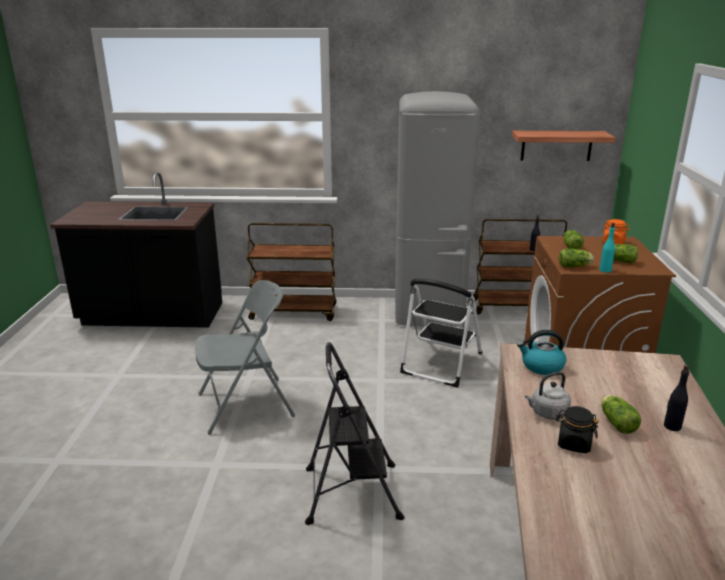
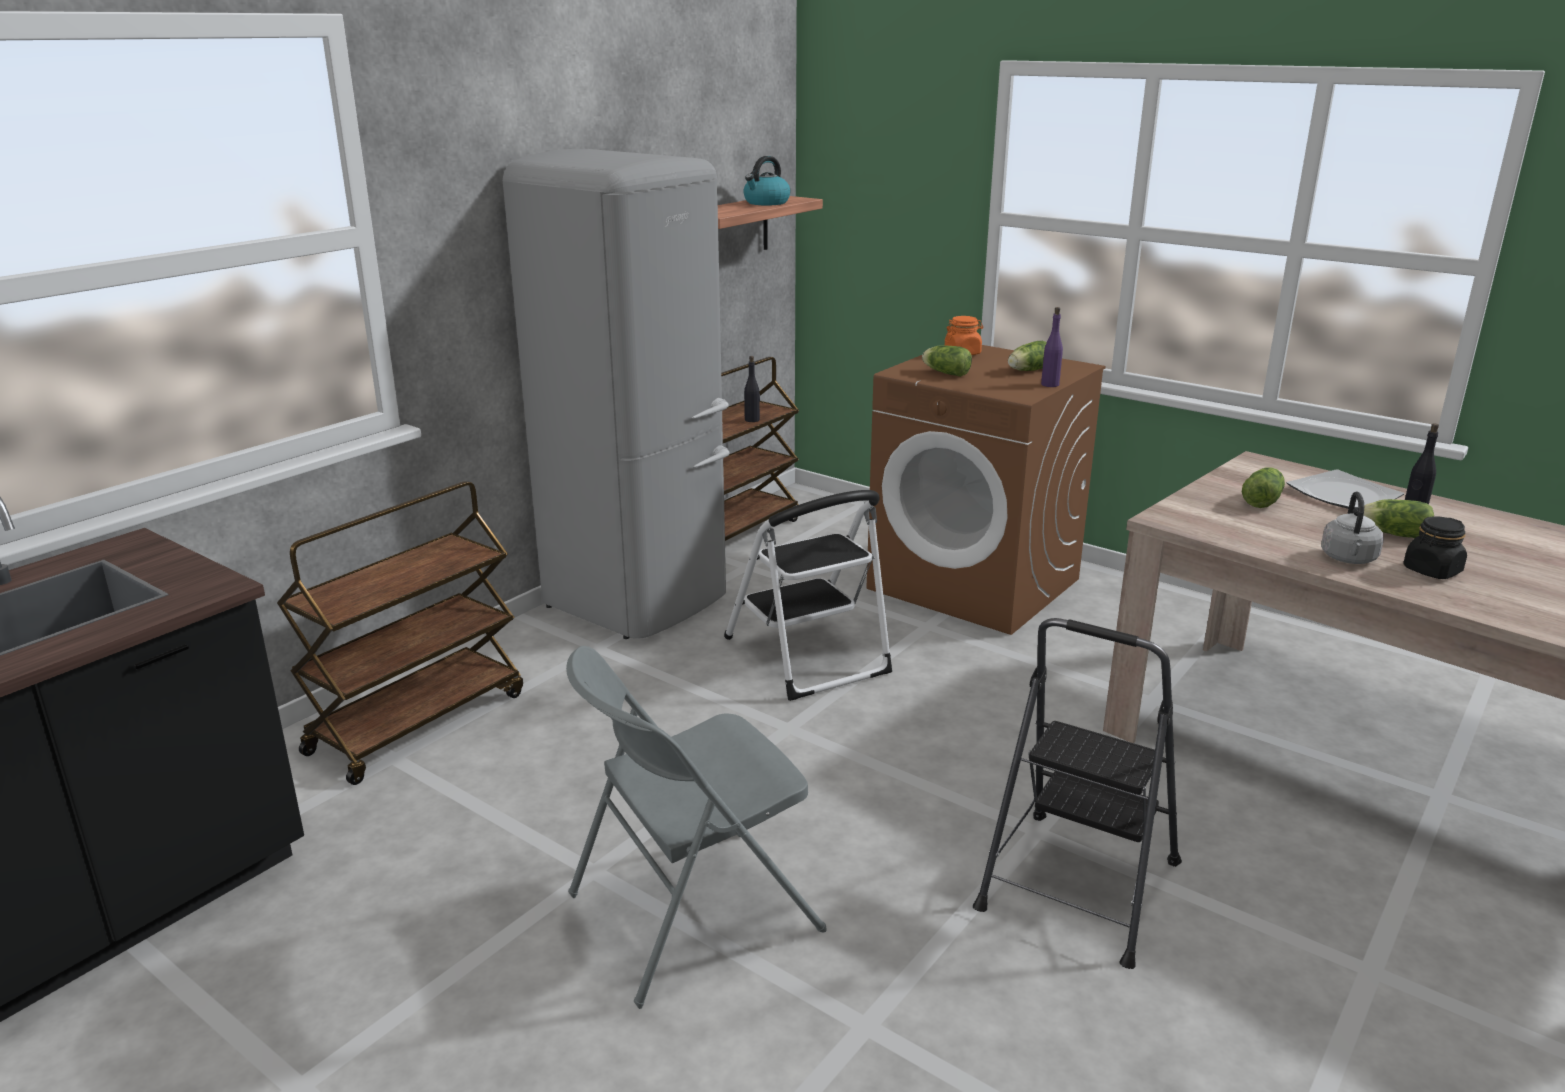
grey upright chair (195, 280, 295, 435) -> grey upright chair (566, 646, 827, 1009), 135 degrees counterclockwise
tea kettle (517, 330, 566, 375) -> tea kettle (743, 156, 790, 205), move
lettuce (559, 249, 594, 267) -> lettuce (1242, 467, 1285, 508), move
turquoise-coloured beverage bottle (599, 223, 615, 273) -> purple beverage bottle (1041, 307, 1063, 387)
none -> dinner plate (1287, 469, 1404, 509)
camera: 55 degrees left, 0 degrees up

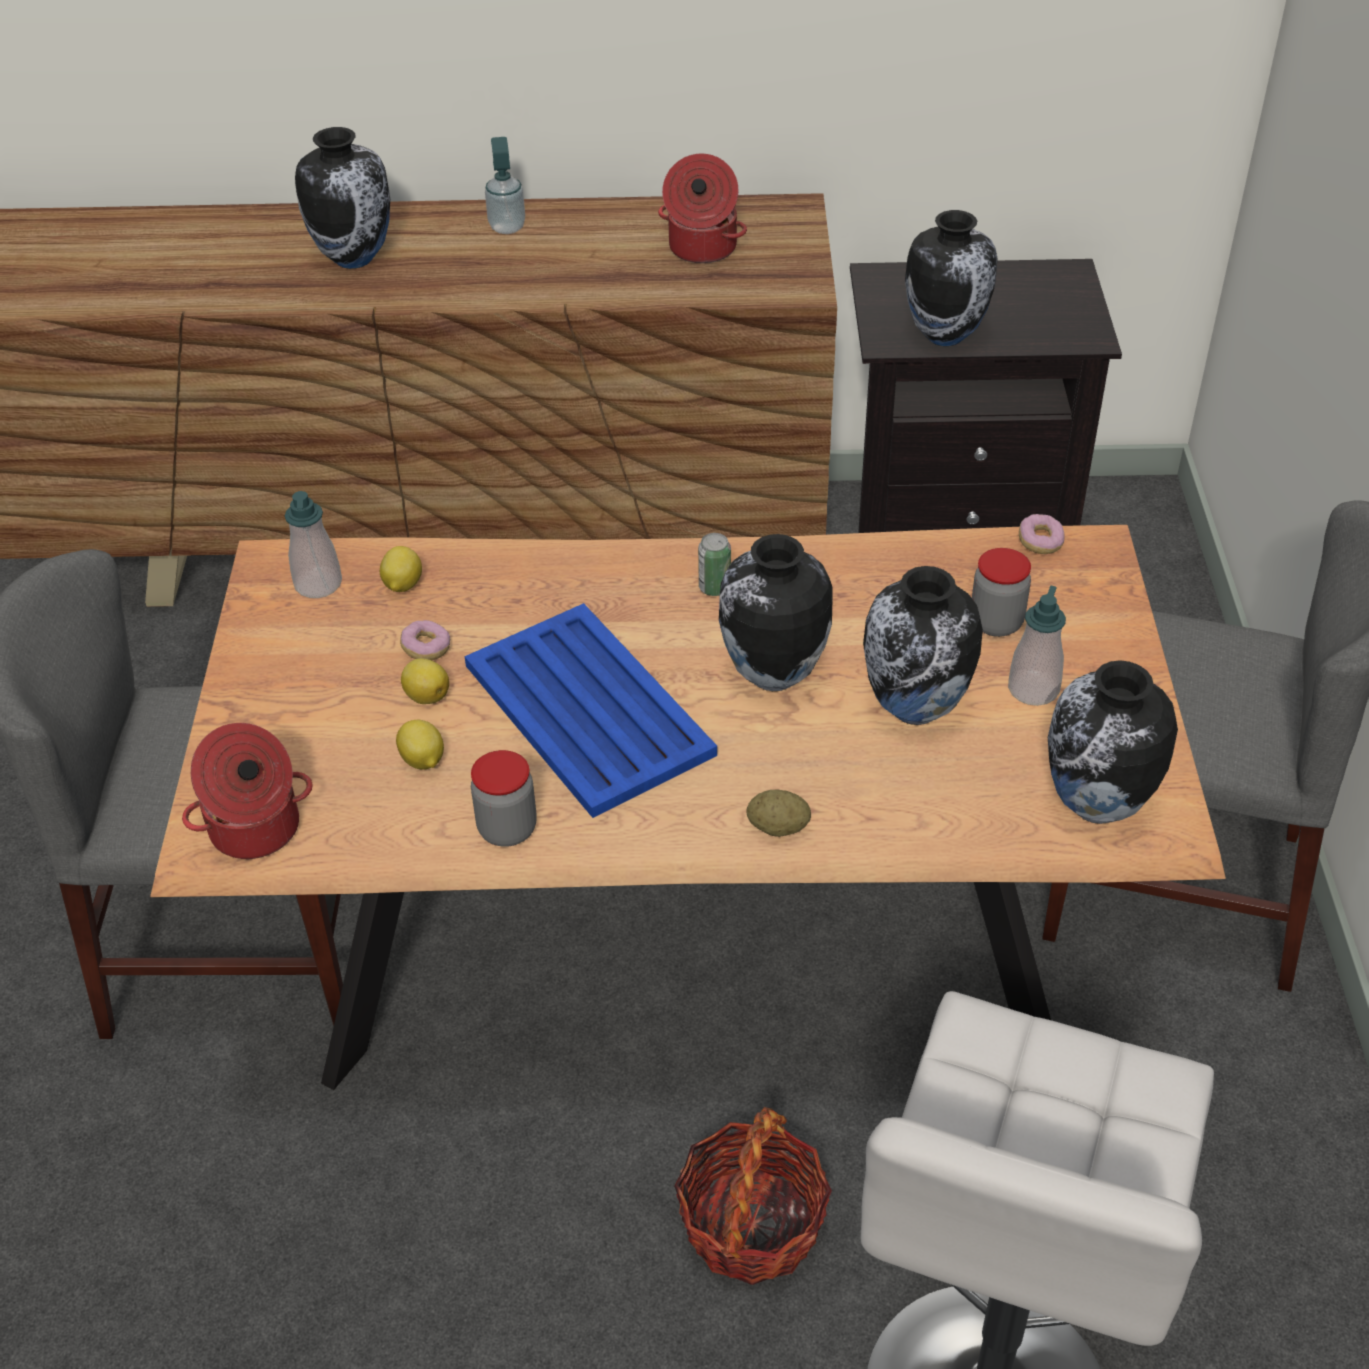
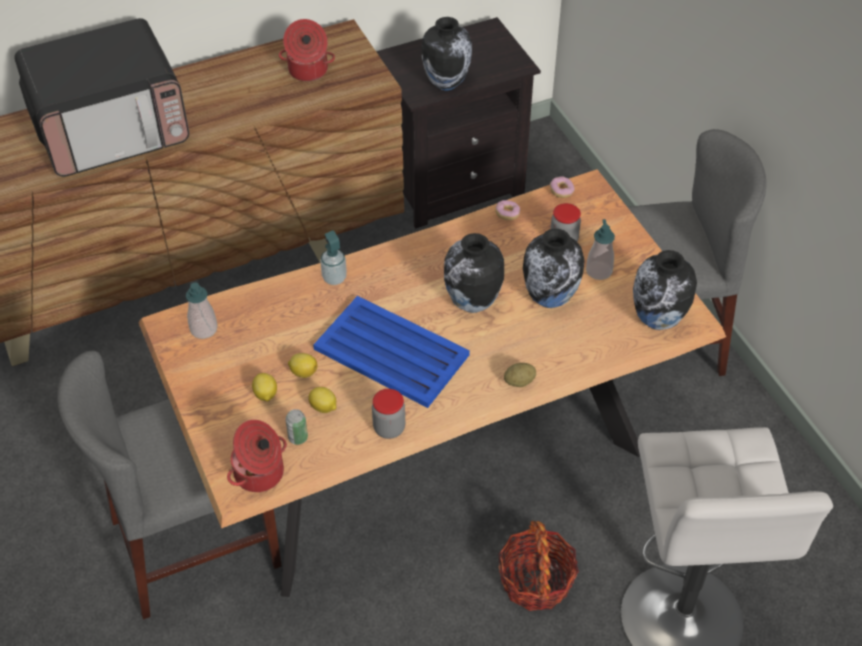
vase (295, 127, 390, 269) -> microwave (14, 18, 190, 177)
whole lemon (380, 546, 422, 592) -> whole lemon (252, 373, 277, 402), move
doughnut (400, 620, 450, 660) -> doughnut (495, 200, 520, 220), move
soap bottle (485, 137, 525, 234) -> soap bottle (320, 231, 347, 285), move
metal can (698, 533, 731, 596) -> metal can (286, 409, 308, 445), move
camera: 25 degrees left, 5 degrees up

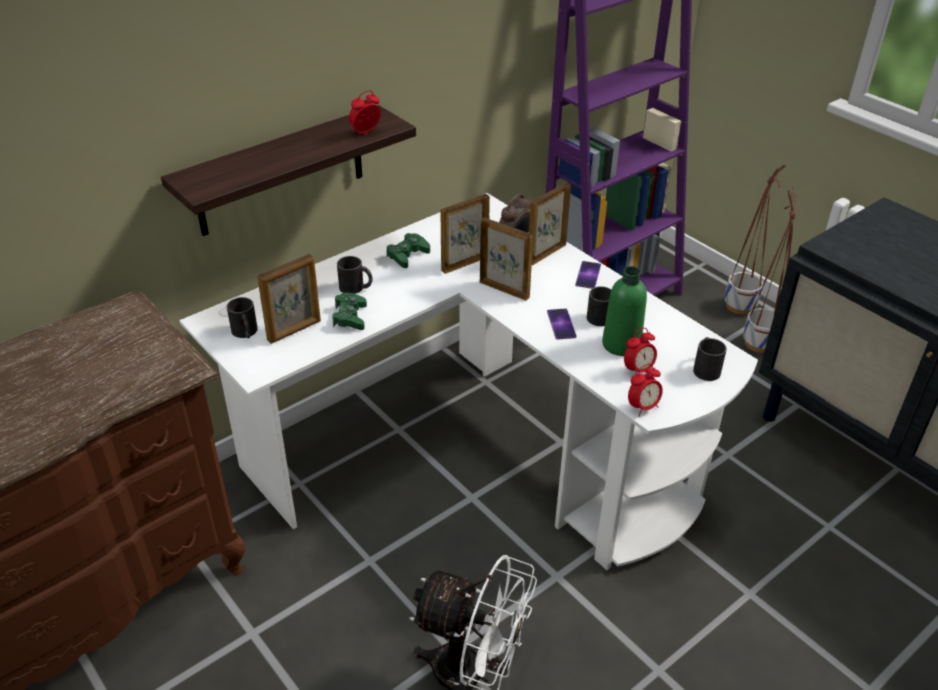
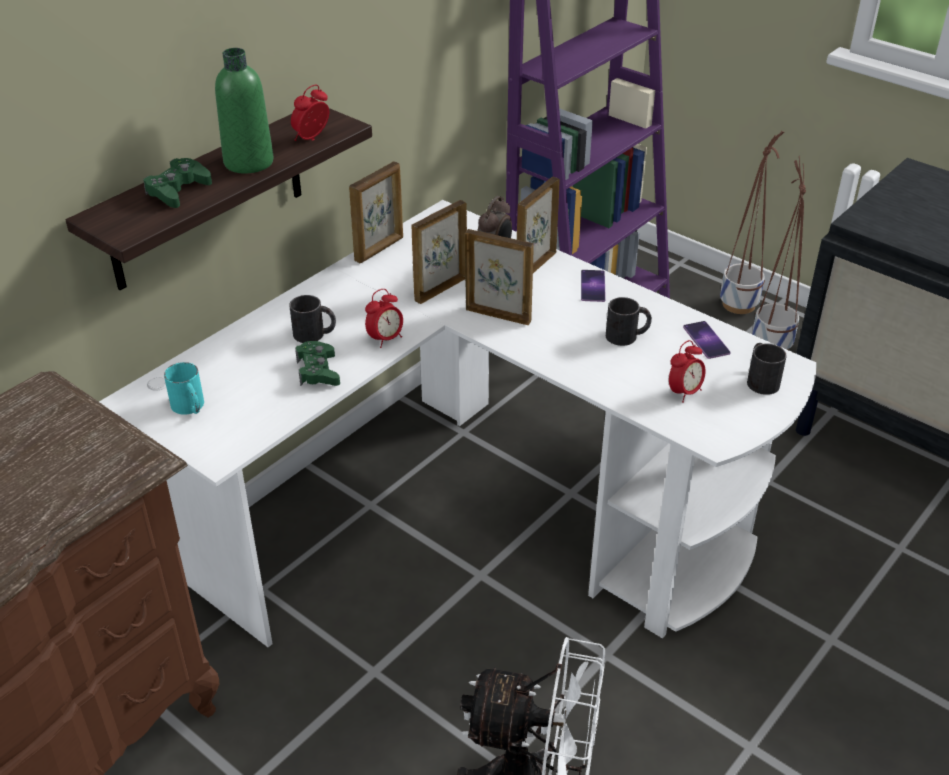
black-coloured coffee mug (227, 297, 258, 338) -> turquoise-coloured coffee mug (164, 362, 204, 415)
picture frame (257, 254, 321, 344) -> picture frame (349, 162, 403, 263), move
greenish joypad (387, 233, 430, 268) -> greenish joypad (143, 158, 212, 208), move
phone (547, 308, 577, 340) -> phone (683, 321, 731, 359), move
greenish beverage bottle (602, 266, 647, 356) -> greenish beverage bottle (215, 48, 274, 174), move
alarm clock (628, 364, 663, 416) -> alarm clock (365, 289, 403, 348), move
camera: 10 degrees left, 0 degrees up

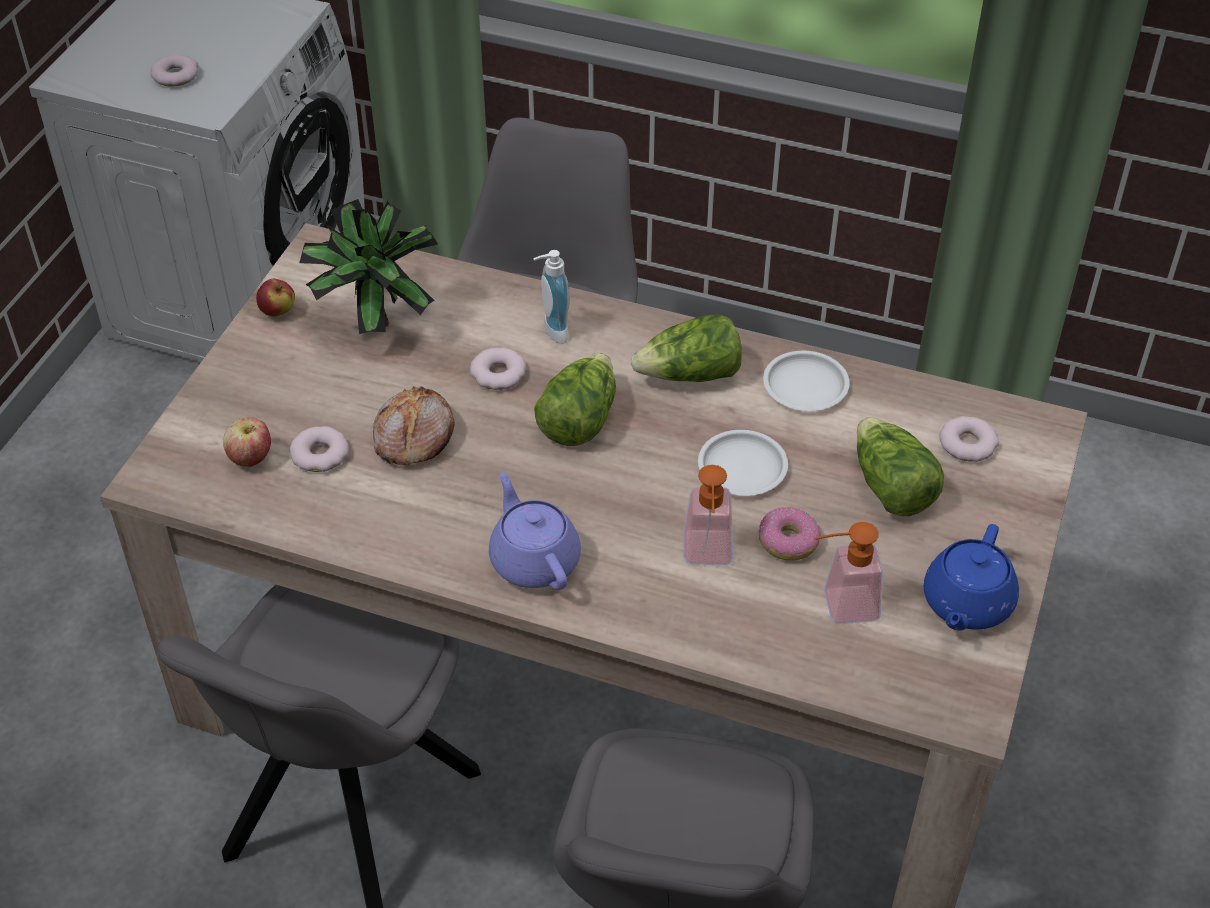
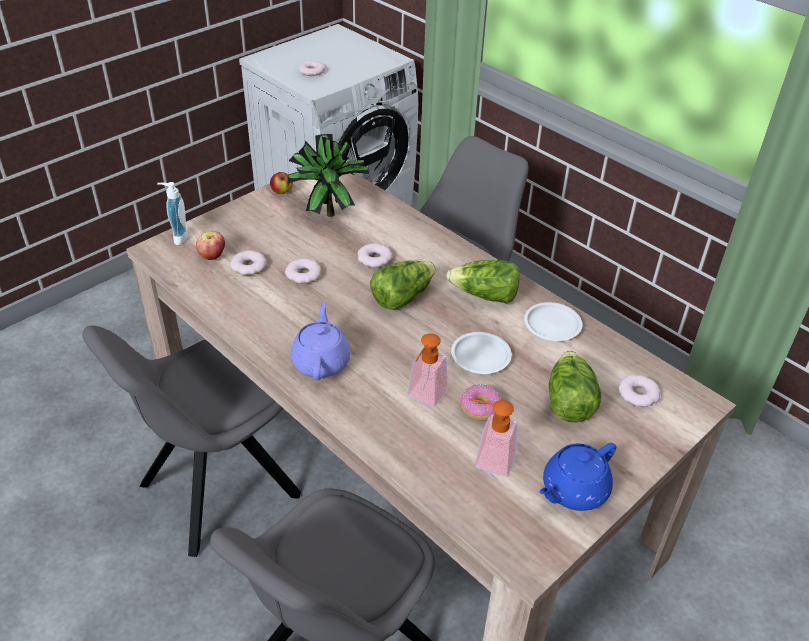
bread (373, 386, 455, 465) -> doughnut (285, 258, 321, 284)
soap bottle (533, 250, 570, 344) -> soap bottle (157, 182, 188, 245), move
camera: 25 degrees right, 5 degrees down

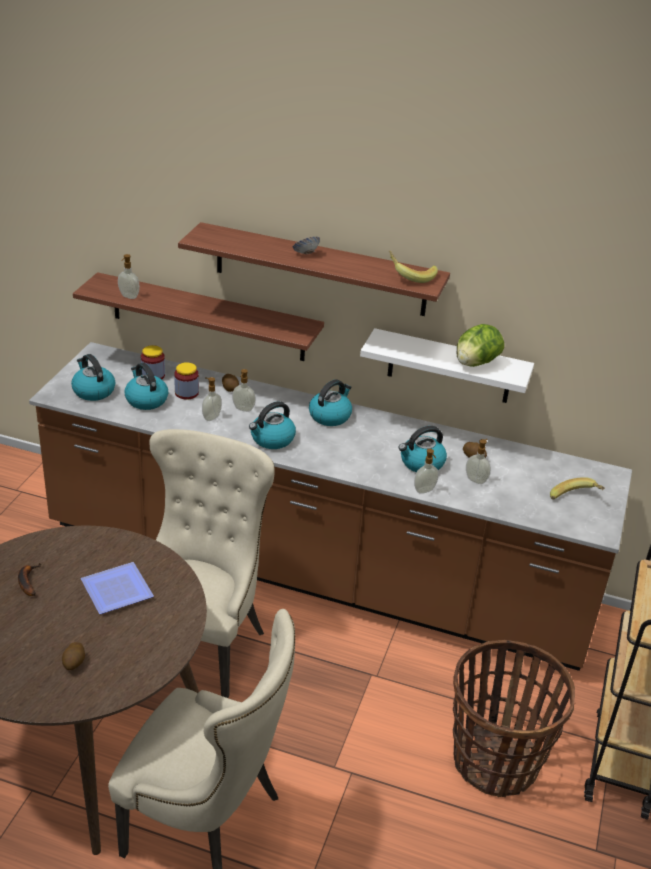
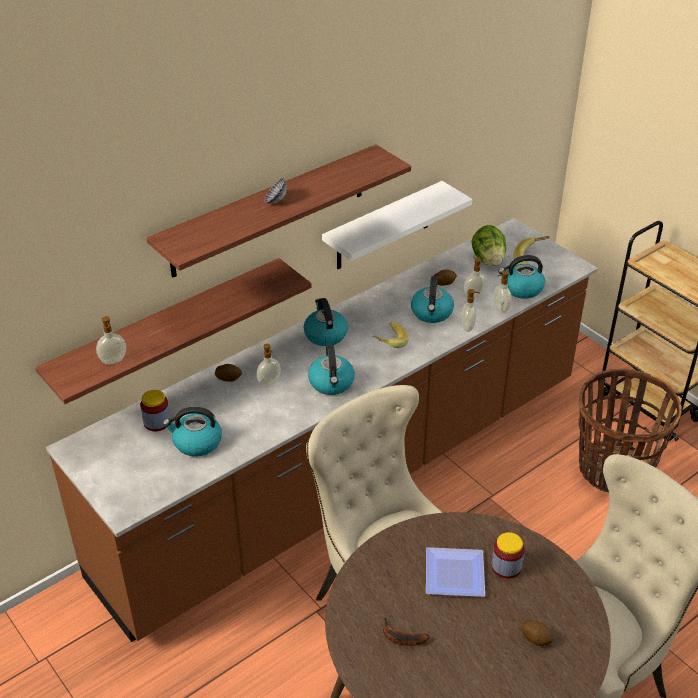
tea kettle (71, 354, 115, 401) -> tea kettle (498, 255, 545, 299), move
preserve jar (174, 362, 199, 399) -> preserve jar (491, 532, 525, 578), move
soap bottle (202, 377, 222, 421) -> soap bottle (494, 271, 512, 313), move
banana (389, 251, 438, 283) -> banana (373, 322, 409, 348), move
lettuce (457, 324, 504, 367) -> lettuce (472, 225, 506, 266), move
camera: 55 degrees left, 5 degrees up

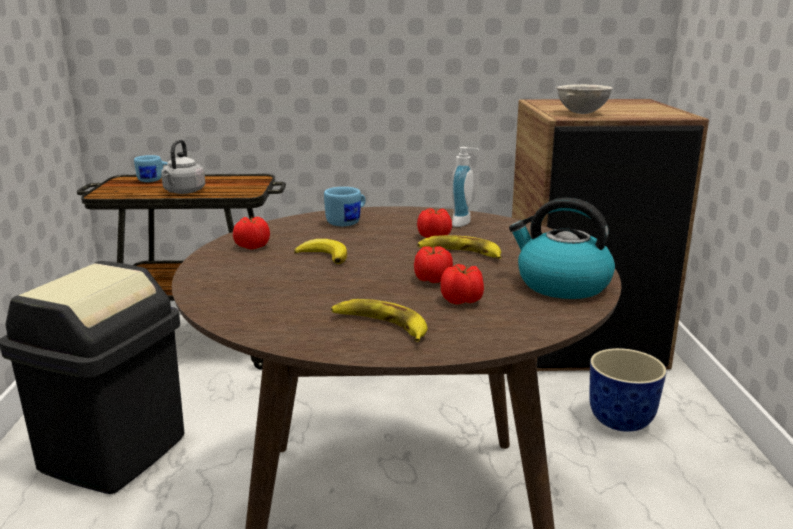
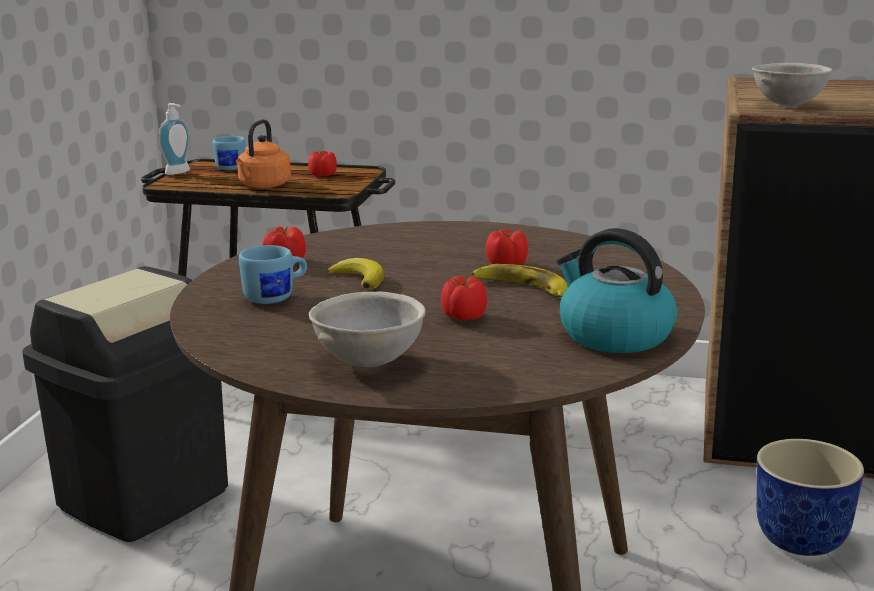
grey tea kettle (161, 139, 205, 194) -> orange-coloured tea kettle (236, 119, 291, 188)
blue-coloured coffee mug (324, 187, 366, 226) -> blue-coloured coffee mug (239, 245, 307, 304), move
banana (331, 299, 427, 342) -> grey serving bowl (309, 292, 426, 367)
tomato (440, 264, 484, 305) -> tomato (308, 151, 337, 177), move
soap bottle (452, 147, 479, 227) -> soap bottle (159, 103, 190, 175), move
camera: 15 degrees right, 0 degrees up

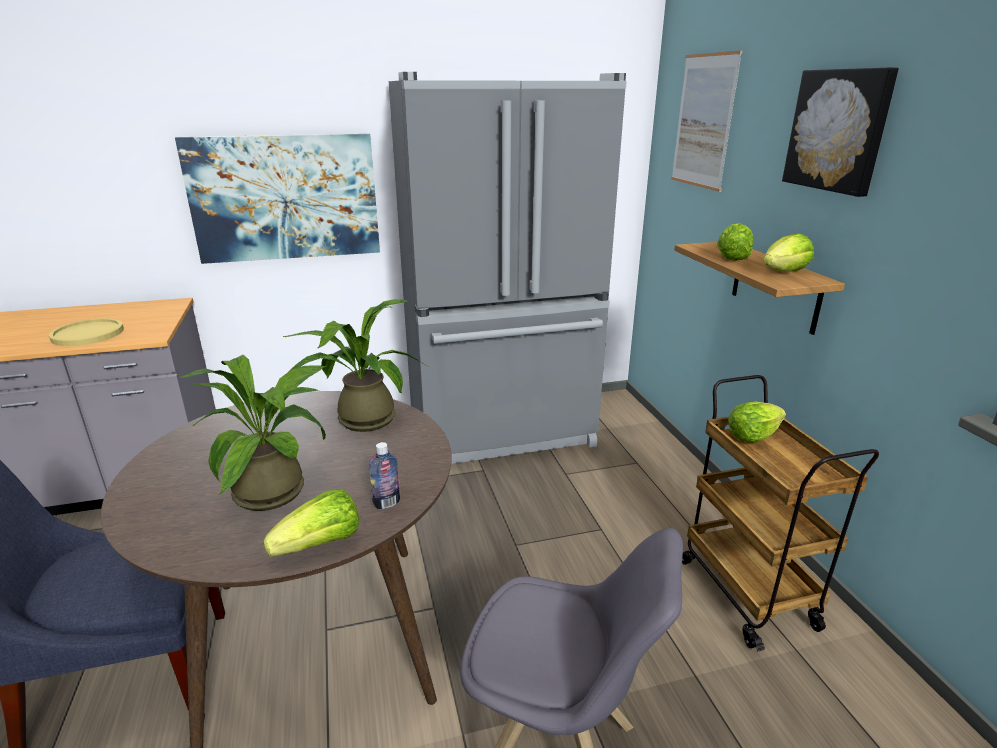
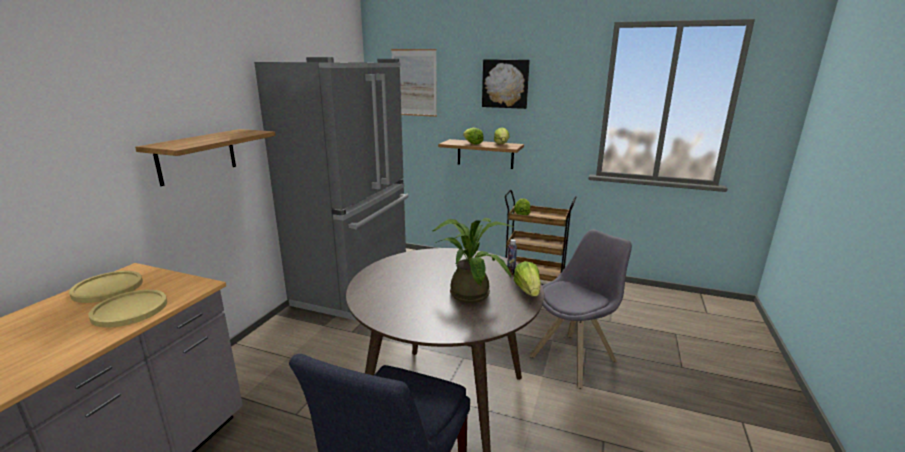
picture (175, 134, 380, 264) -> bracket shelf (135, 129, 276, 186)
houseplant (283, 299, 430, 432) -> none
none -> yellowish dinner plate (69, 271, 143, 303)
camera: 55 degrees left, 5 degrees down

